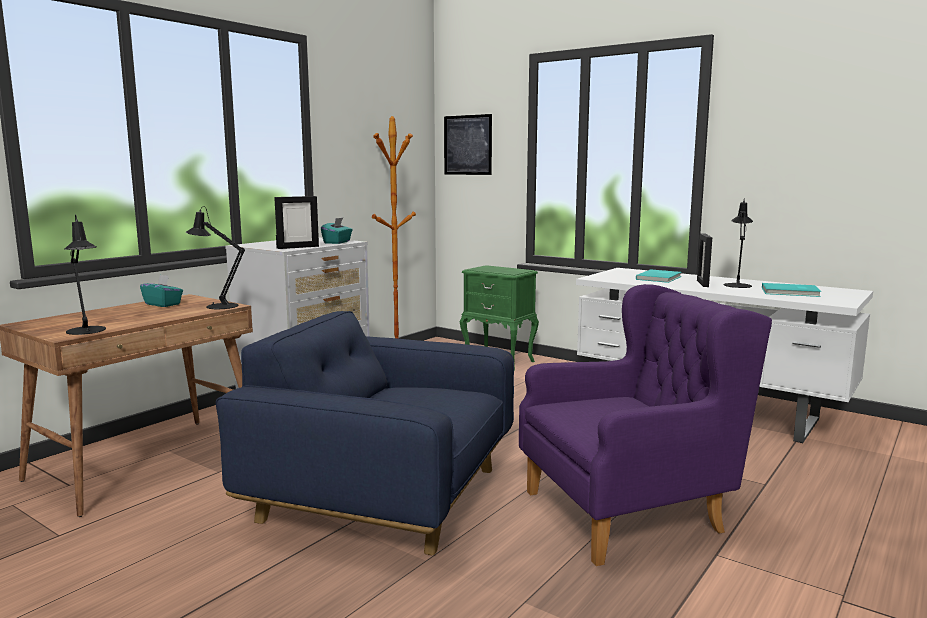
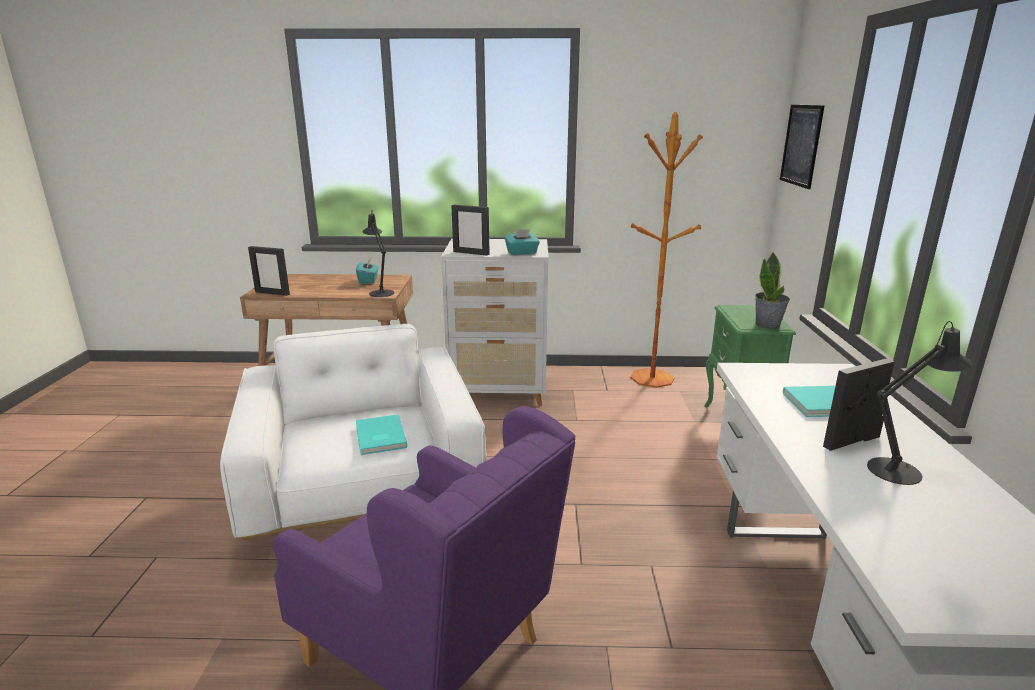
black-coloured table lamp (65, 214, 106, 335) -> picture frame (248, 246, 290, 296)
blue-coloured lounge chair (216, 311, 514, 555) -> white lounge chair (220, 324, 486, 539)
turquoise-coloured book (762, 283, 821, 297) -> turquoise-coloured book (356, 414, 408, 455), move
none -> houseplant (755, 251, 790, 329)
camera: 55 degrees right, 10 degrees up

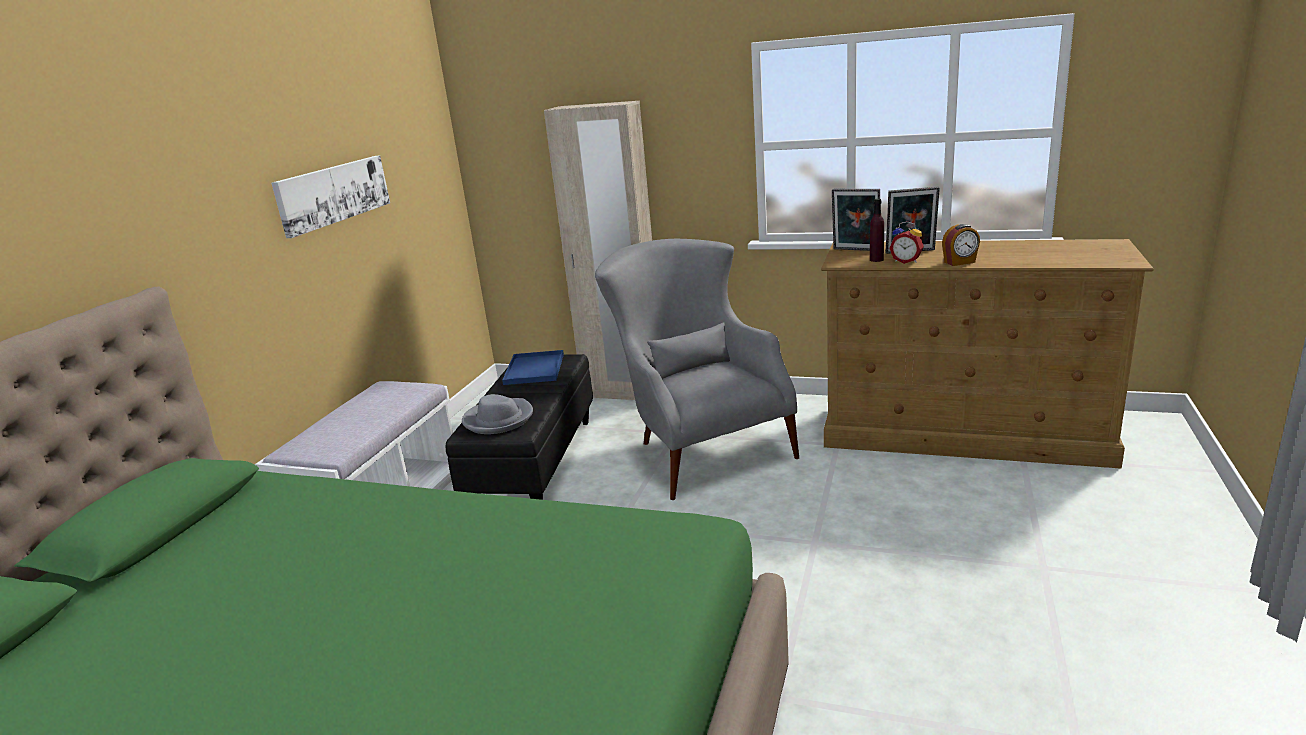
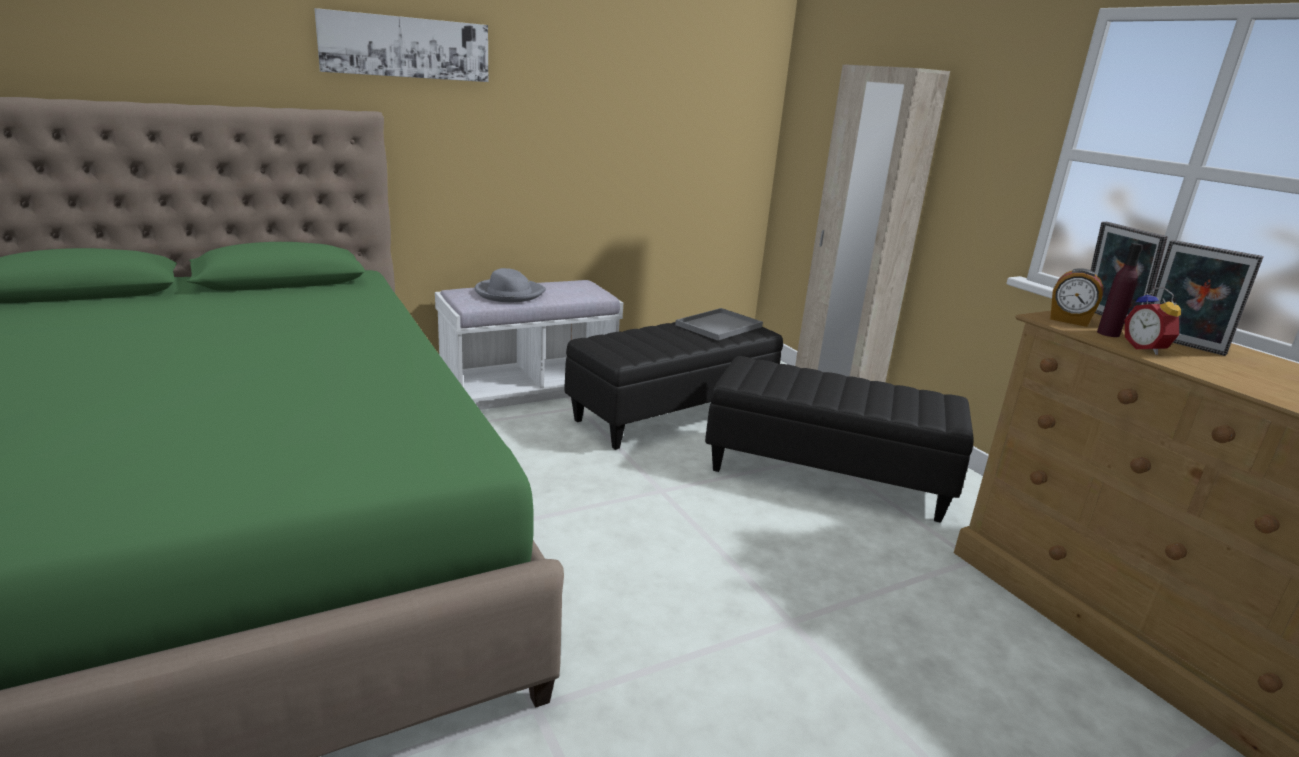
picture (271, 156, 390, 238) -> picture (314, 8, 488, 82), move
grey hat (462, 394, 533, 434) -> grey hat (475, 268, 546, 302), move
blue-coloured carrying tray (502, 350, 564, 385) -> grey carrying tray (675, 308, 763, 341)
grey lounge chair (595, 239, 799, 500) -> black-coloured ottoman (705, 356, 974, 523)
alarm clock (942, 224, 980, 266) -> alarm clock (1050, 268, 1104, 327), move
camera: 40 degrees right, 0 degrees up

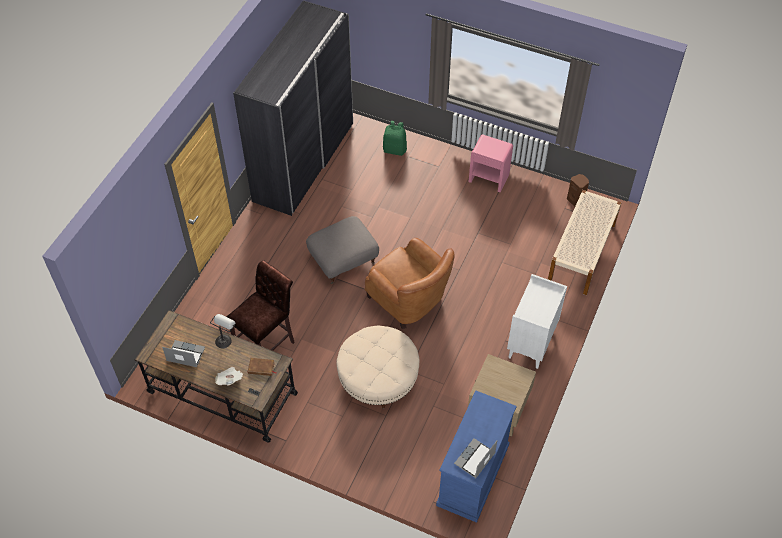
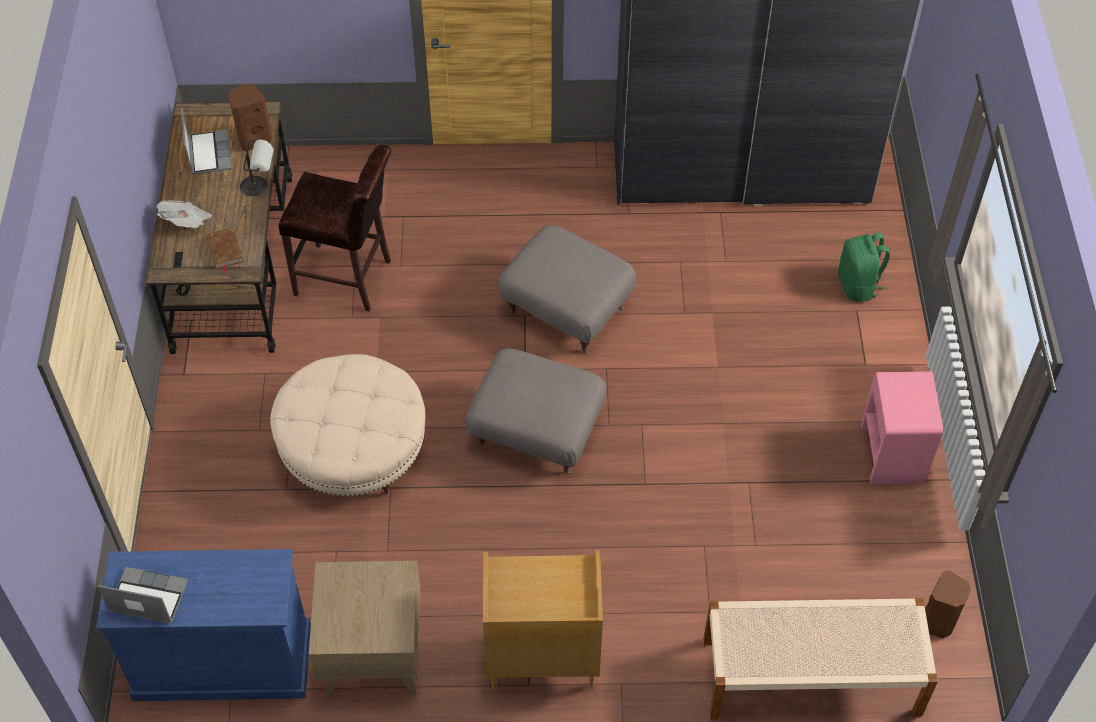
brown lounge chair (365, 238, 455, 329) -> grey ottoman (465, 348, 606, 474)
white cabinet (507, 274, 567, 369) -> brown cabinet (483, 550, 603, 691)
none -> brown loudspeaker (228, 84, 272, 151)
camera: 65 degrees right, 0 degrees up

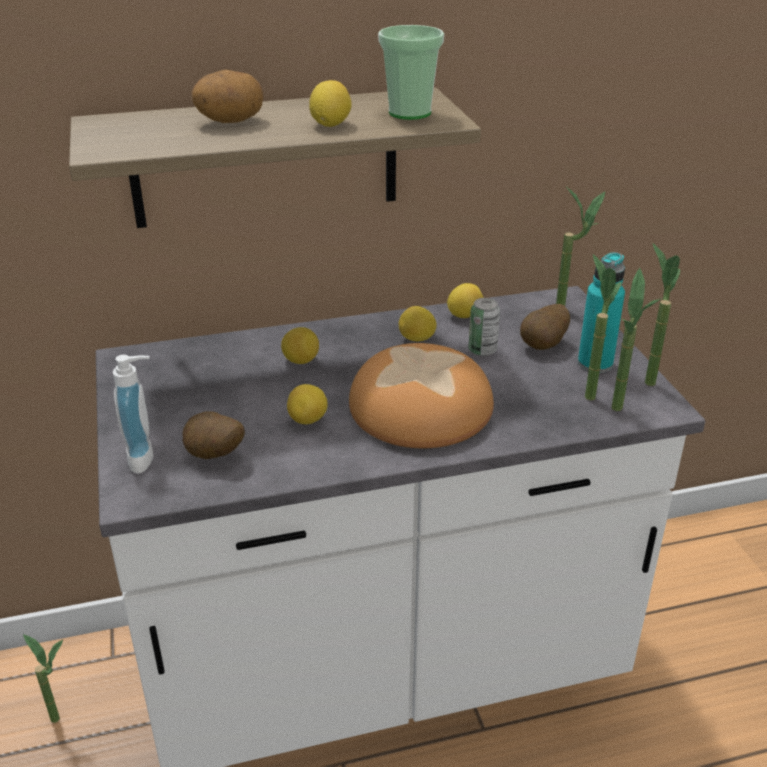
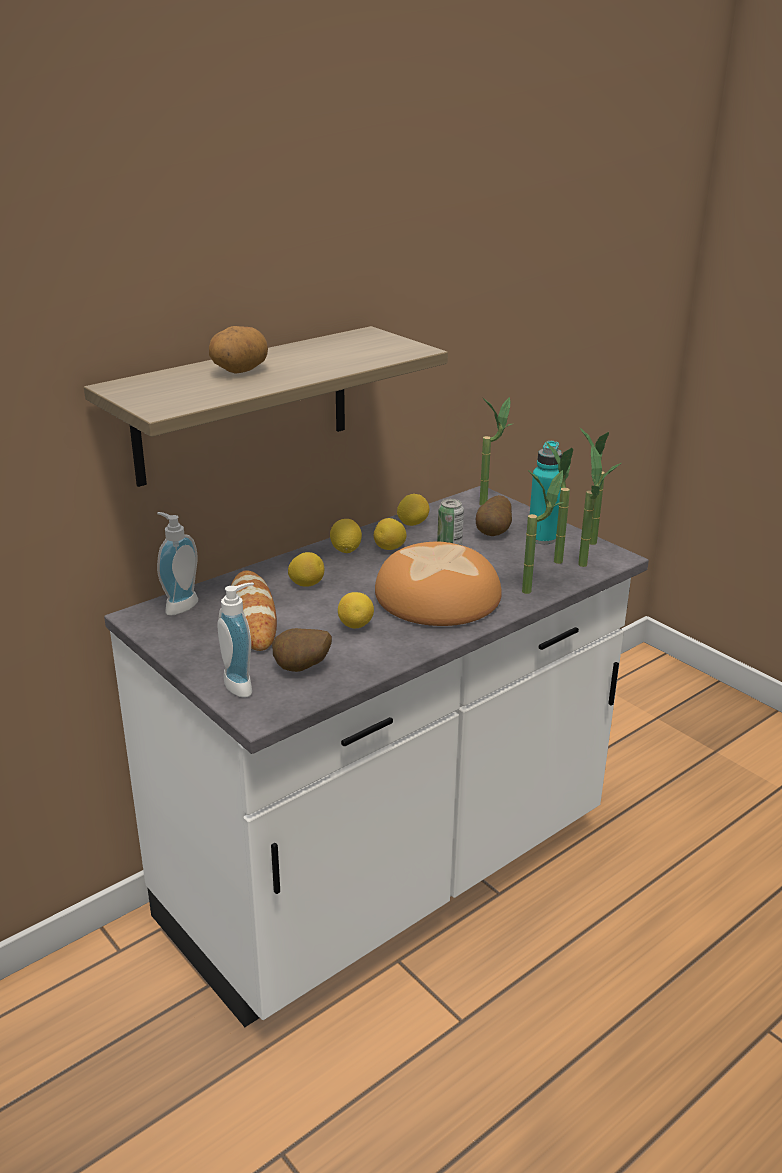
houseplant (23, 634, 64, 723) -> houseplant (522, 469, 564, 594), move
whole lemon (309, 80, 352, 127) -> whole lemon (330, 519, 362, 553), move
cup (378, 25, 444, 120) -> none
none -> soap bottle (157, 512, 198, 615)
none -> bread (231, 570, 277, 651)
camera: 25 degrees left, 5 degrees down

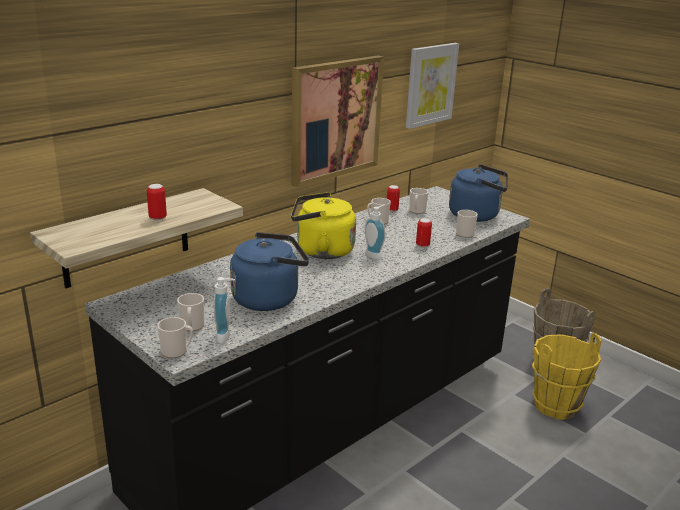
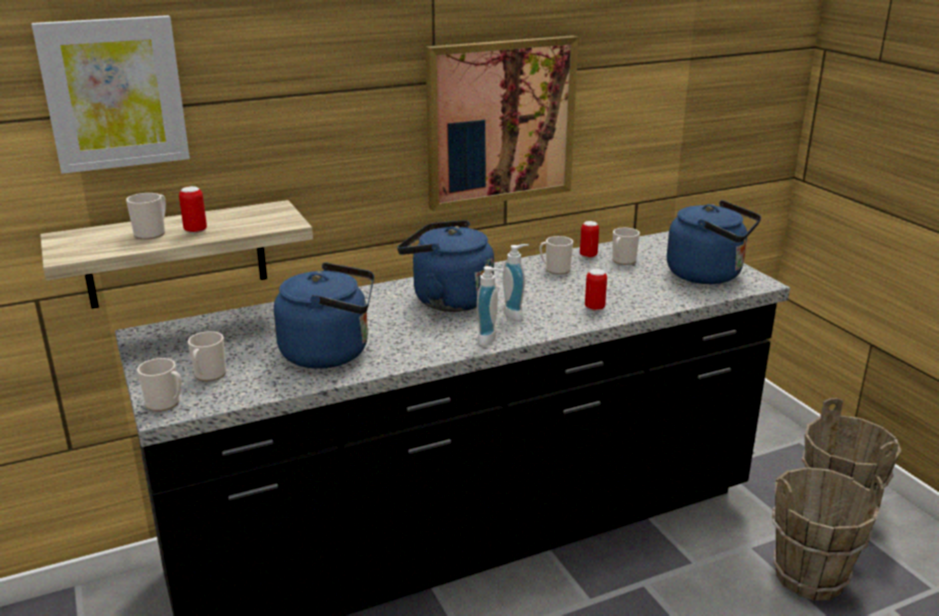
soap bottle (214, 277, 235, 343) -> soap bottle (477, 266, 504, 346), move
yellowish tea kettle (291, 192, 356, 259) -> blue-coloured tea kettle (397, 220, 494, 312)
picture (406, 43, 459, 129) -> picture (31, 15, 190, 174), move
coffee mug (456, 210, 478, 238) -> coffee mug (126, 193, 166, 240), move
yellowish water bucket (532, 333, 602, 420) -> brown water bucket (772, 467, 884, 600)
camera: 20 degrees right, 0 degrees up

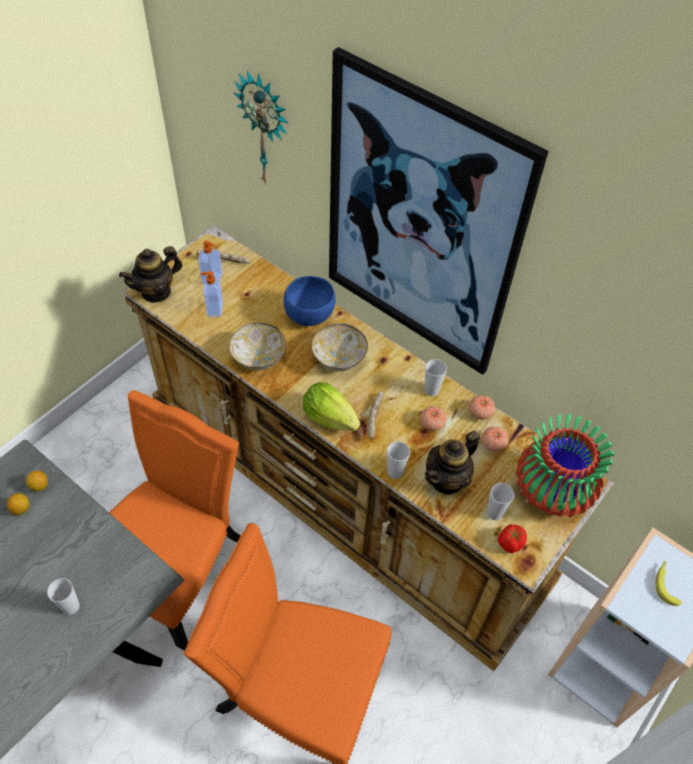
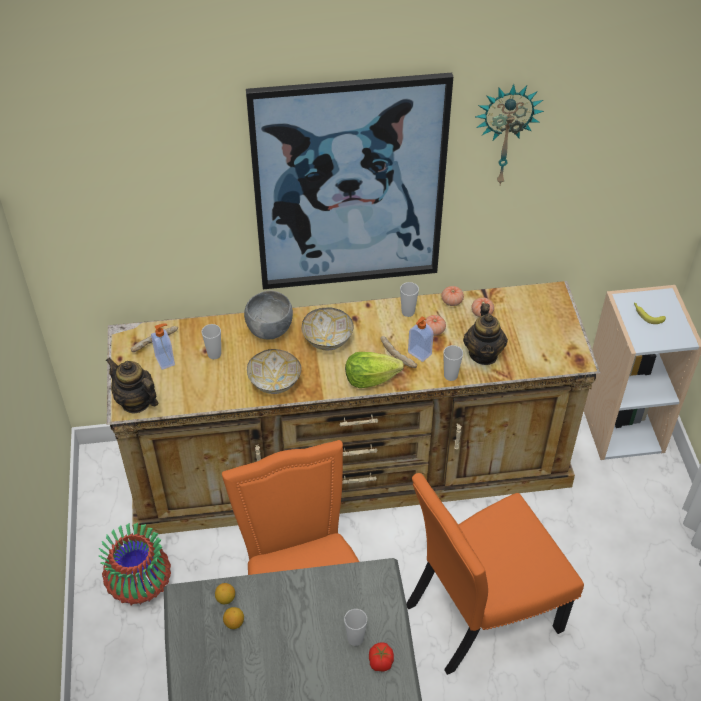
tea pot (119, 246, 182, 303) -> tea pot (106, 357, 158, 413), 120 degrees clockwise
soap bottle (201, 272, 223, 317) -> soap bottle (408, 316, 434, 362), move
hanging clock (234, 70, 288, 185) -> hanging clock (475, 84, 544, 184), move
blue-coloured serving bowl (284, 276, 336, 326) -> grey serving bowl (244, 291, 293, 339)
cup (487, 483, 514, 520) -> cup (201, 324, 221, 359), move
tomato (498, 524, 527, 553) -> tomato (369, 642, 394, 672), move
vase (515, 414, 614, 518) -> vase (99, 523, 171, 605), move
camera: 45 degrees left, 5 degrees down

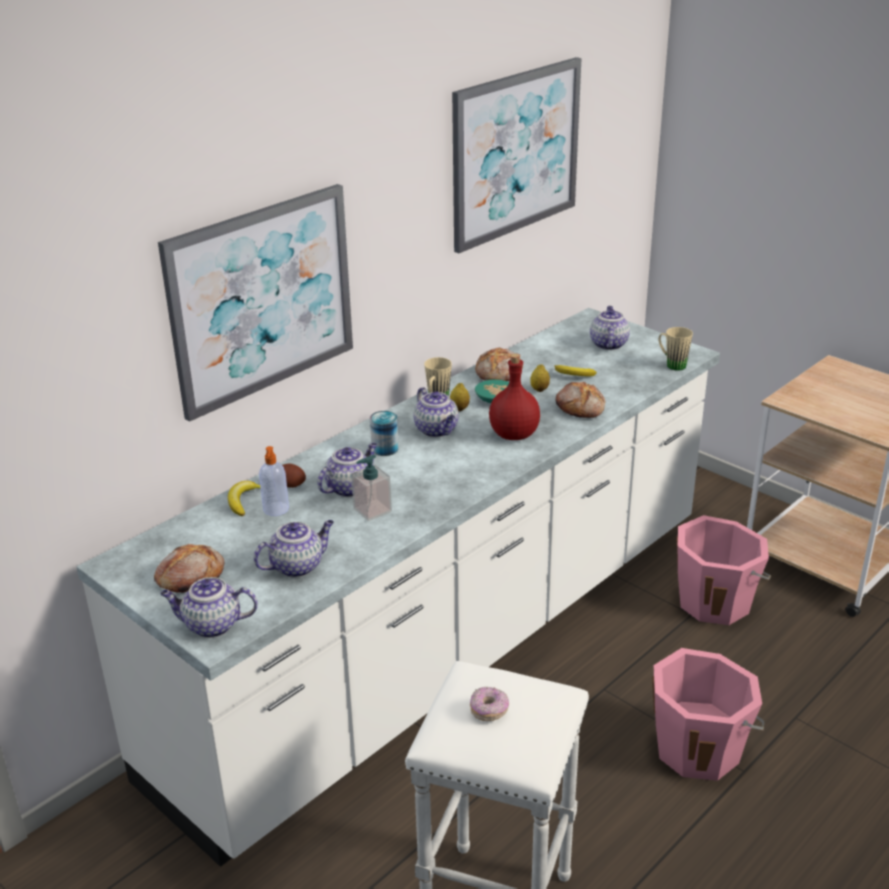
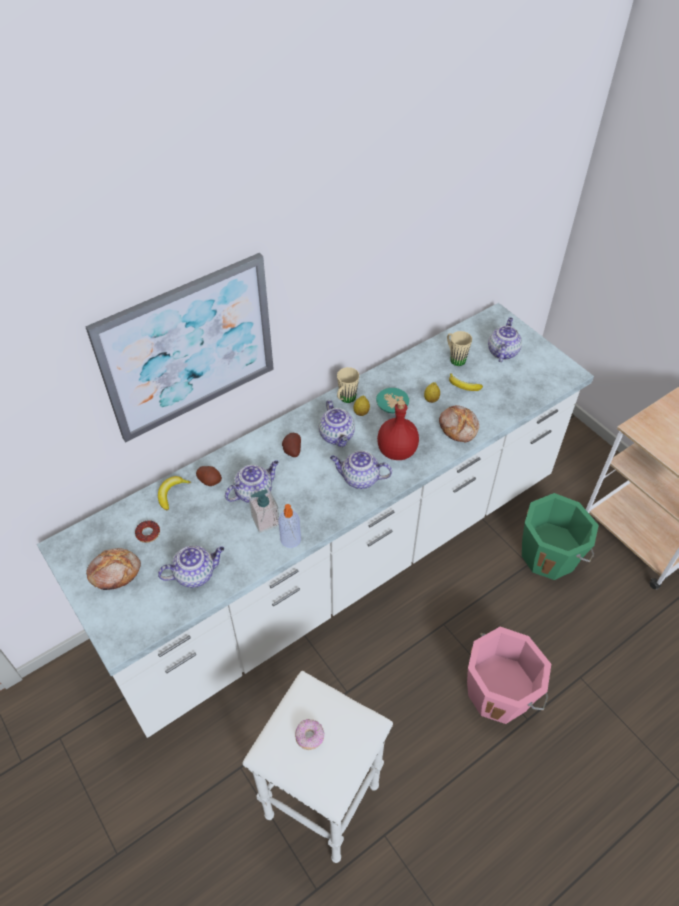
tea pot (160, 577, 258, 638) -> tea pot (330, 450, 392, 489), move
soap bottle (259, 446, 289, 516) -> soap bottle (278, 504, 301, 548), move
metal can (370, 411, 398, 456) -> whole potato (282, 433, 301, 457)
picture (452, 57, 582, 253) -> none
bread (475, 348, 523, 381) -> none
beige coffee mug (659, 327, 693, 371) -> beige coffee mug (447, 331, 472, 366), move
pink-coloured water bucket (677, 515, 771, 625) -> greenish water bucket (522, 493, 599, 580)
none -> doughnut (135, 521, 160, 543)
camera: 10 degrees right, 20 degrees up

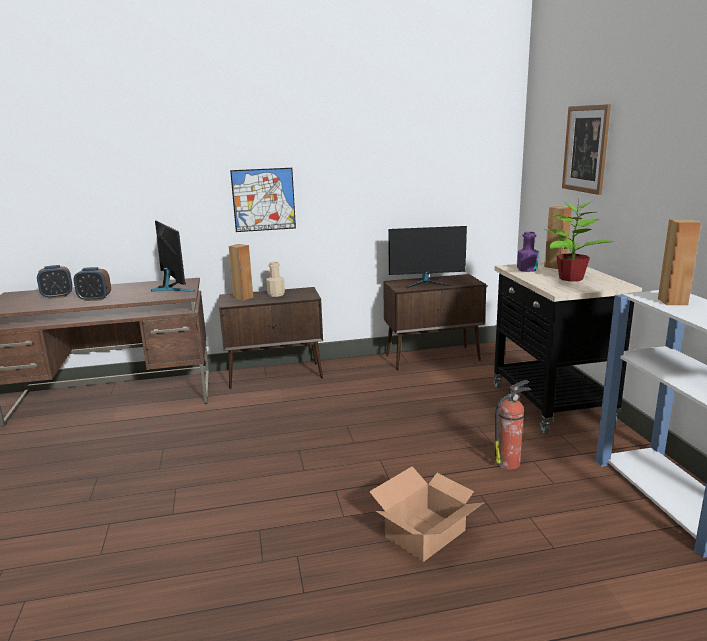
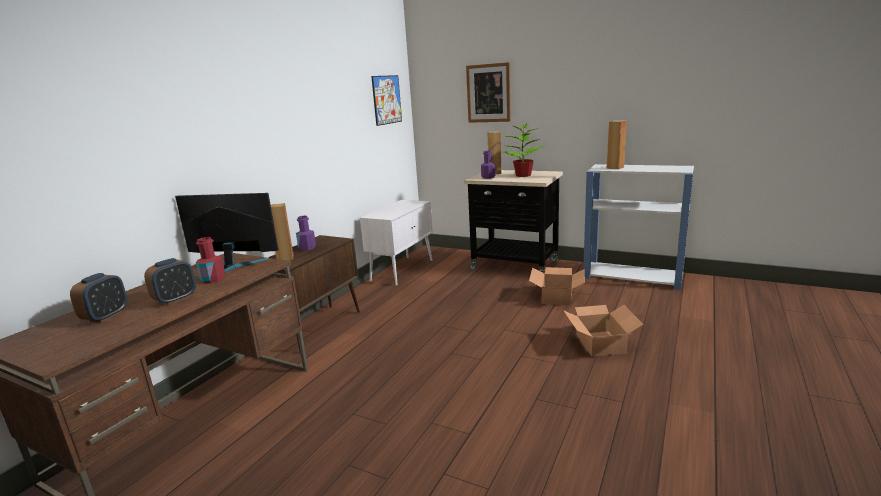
picture (230, 168, 296, 232) -> picture (371, 75, 402, 126), move
beige beverage bottle (266, 262, 285, 297) -> purple beverage bottle (296, 216, 316, 251)
brown cabinet (383, 274, 487, 370) -> white cabinet (360, 200, 433, 286)
monitor (388, 226, 467, 288) -> none
fire extinguisher (495, 380, 531, 469) -> cardboard box (529, 267, 585, 306)
none -> red beverage bottle (196, 237, 225, 284)
camera: 50 degrees left, 0 degrees up

